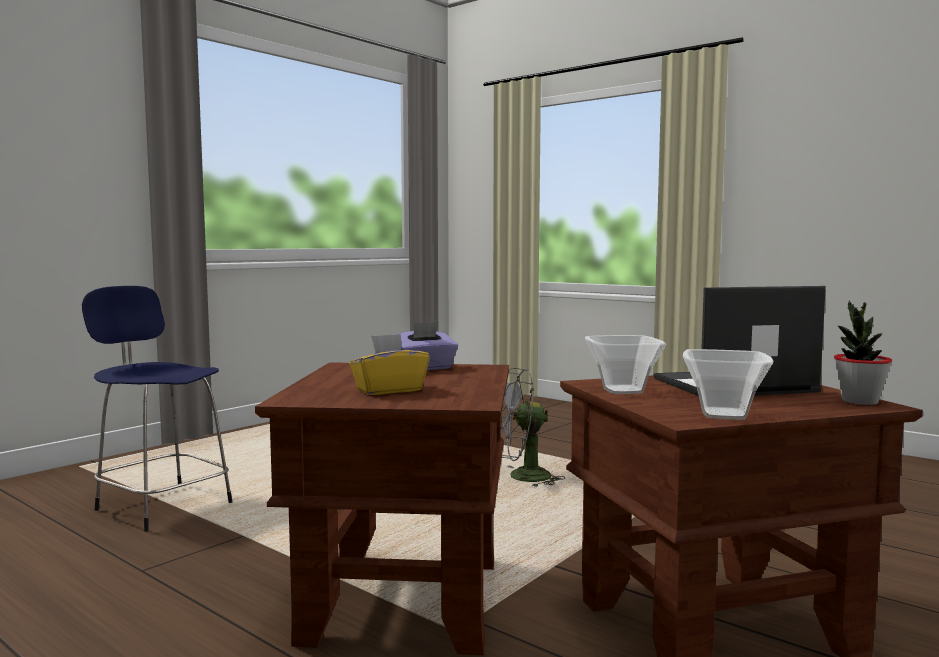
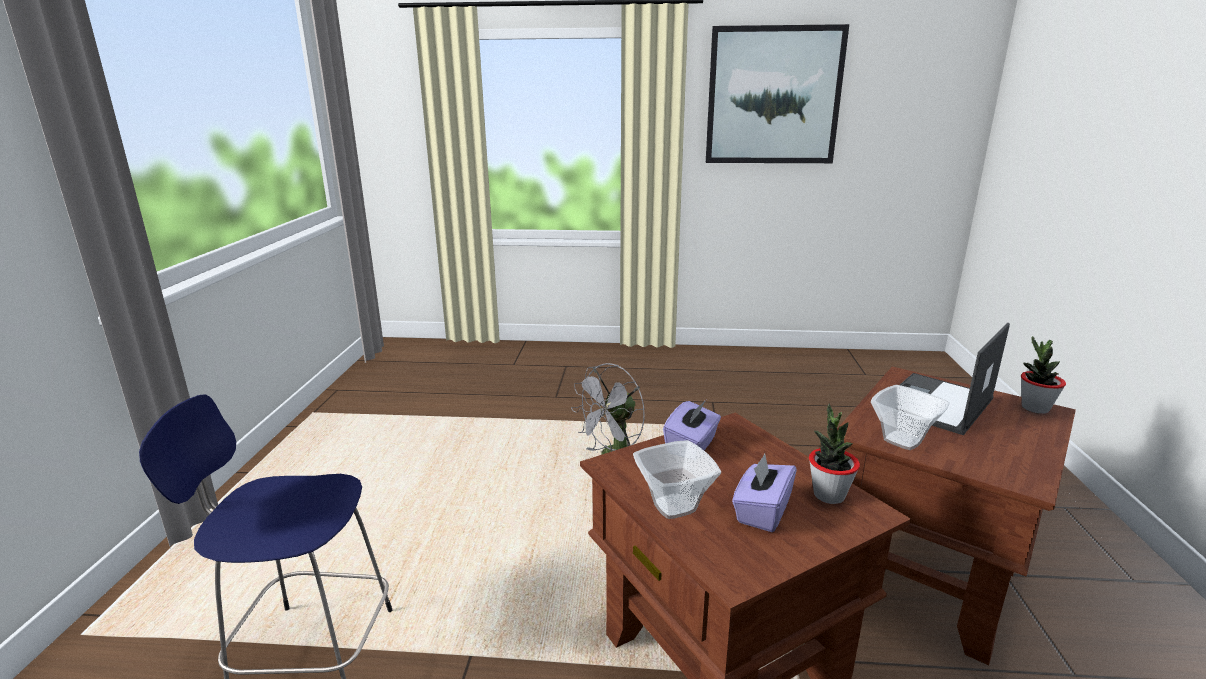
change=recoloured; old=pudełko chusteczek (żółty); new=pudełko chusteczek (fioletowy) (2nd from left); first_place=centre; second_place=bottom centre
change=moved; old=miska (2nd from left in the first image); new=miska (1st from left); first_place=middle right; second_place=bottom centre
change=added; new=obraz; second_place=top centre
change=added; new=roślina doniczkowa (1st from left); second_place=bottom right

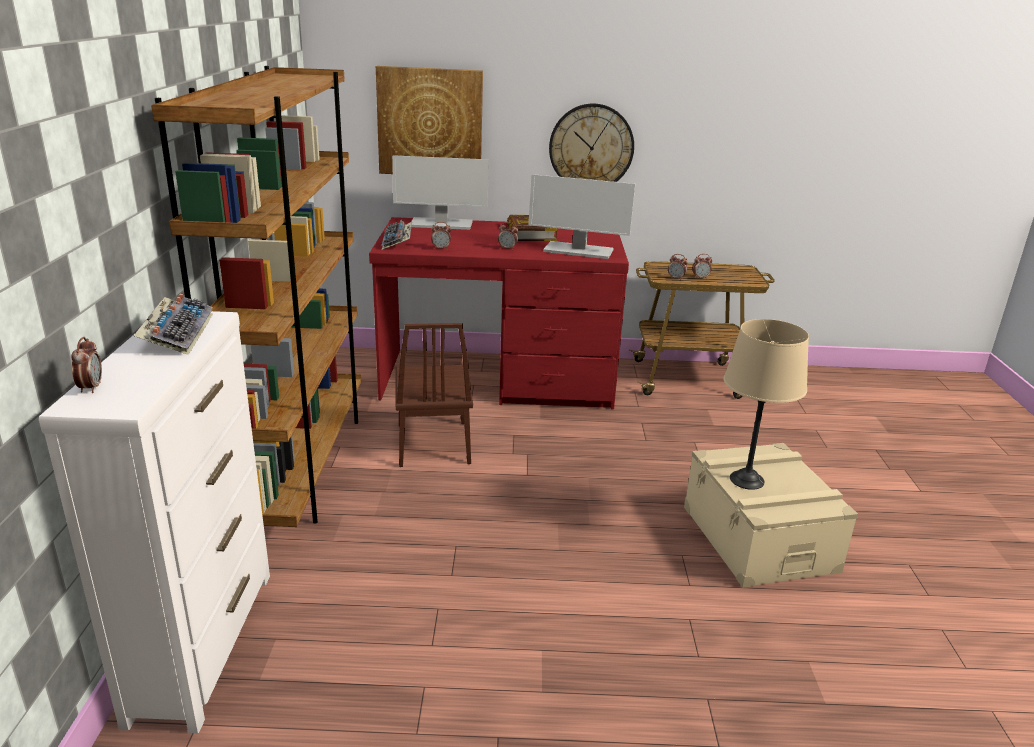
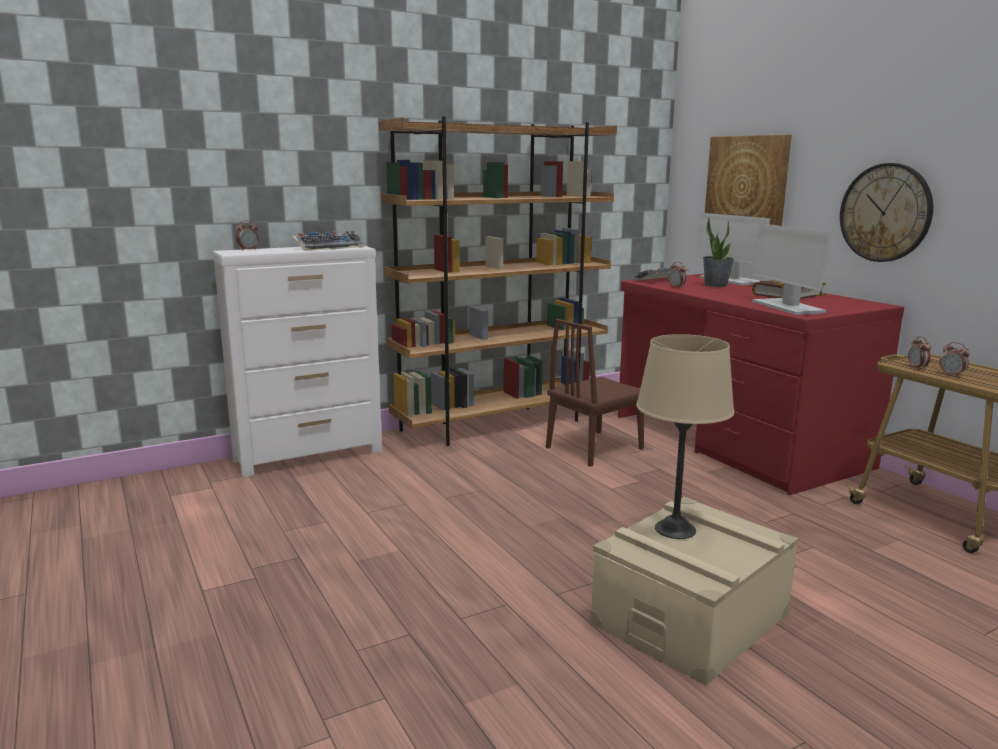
change=removed; old=budzik (3rd from left); first_place=top centre
change=added; new=roślina doniczkowa; second_place=middle right

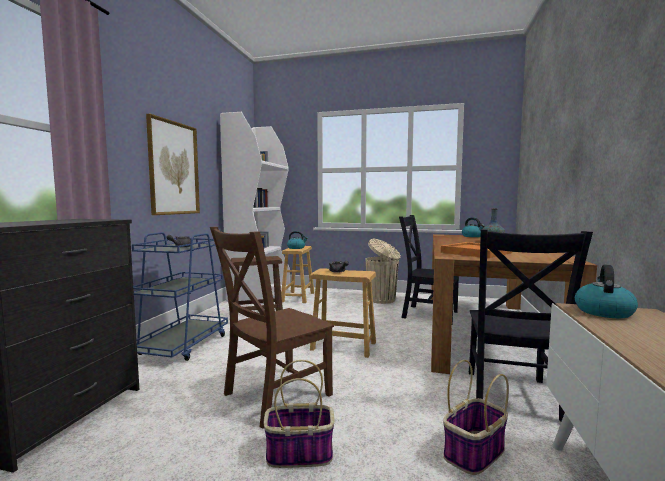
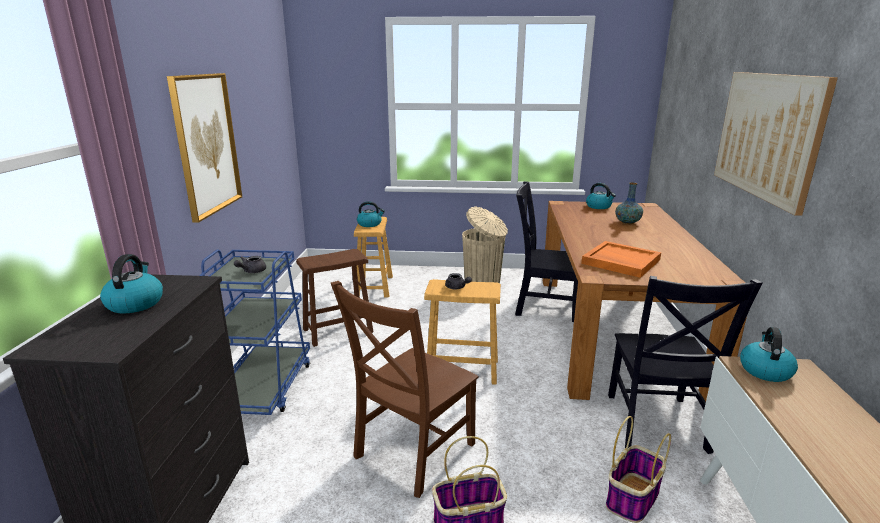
change=removed; old=regał (biały); first_place=centre
change=added; new=obraz (2nd from left); second_place=top right
change=added; new=czajnik (1st from left); second_place=middle left

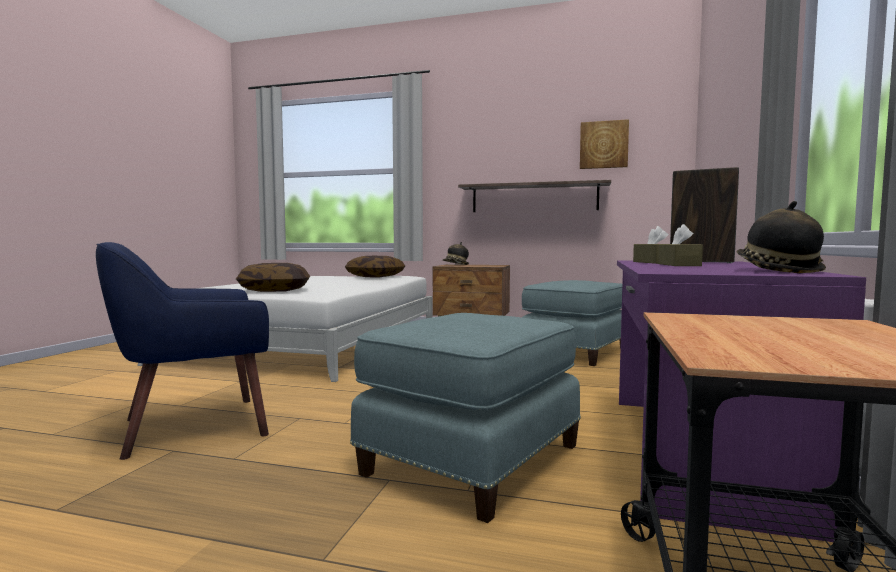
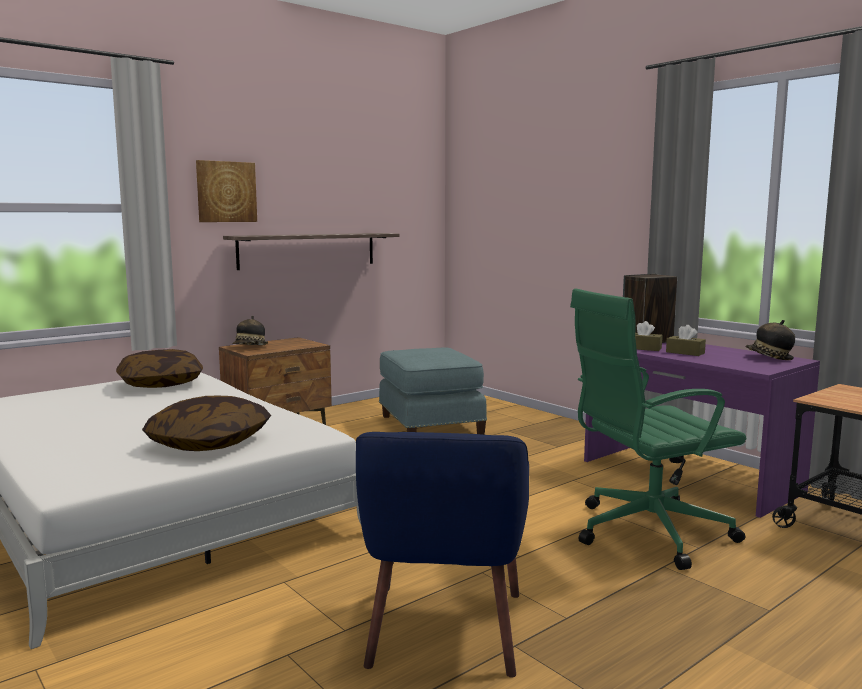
change=moved; old=obraz; first_place=top right; second_place=top left
change=replaced; old=pufa (niebieski) (1st from left); new=krzesło biurowe (zielony); first_place=bottom centre; second_place=middle right

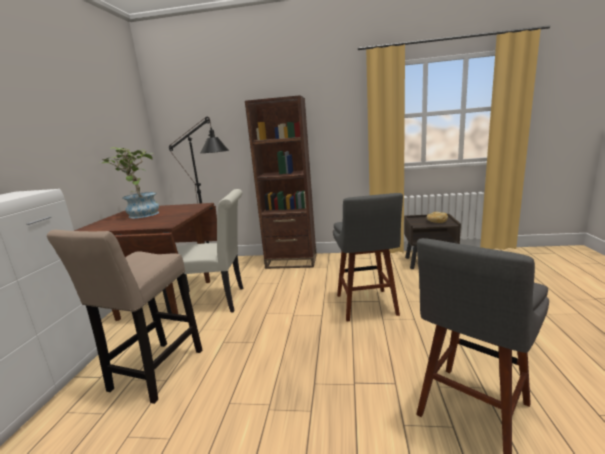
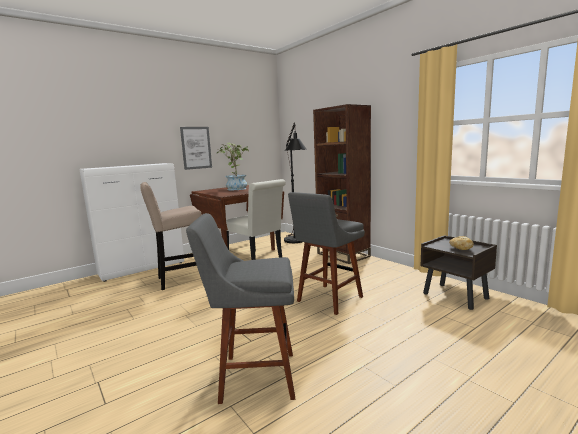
change=added; new=obraz; second_place=centre

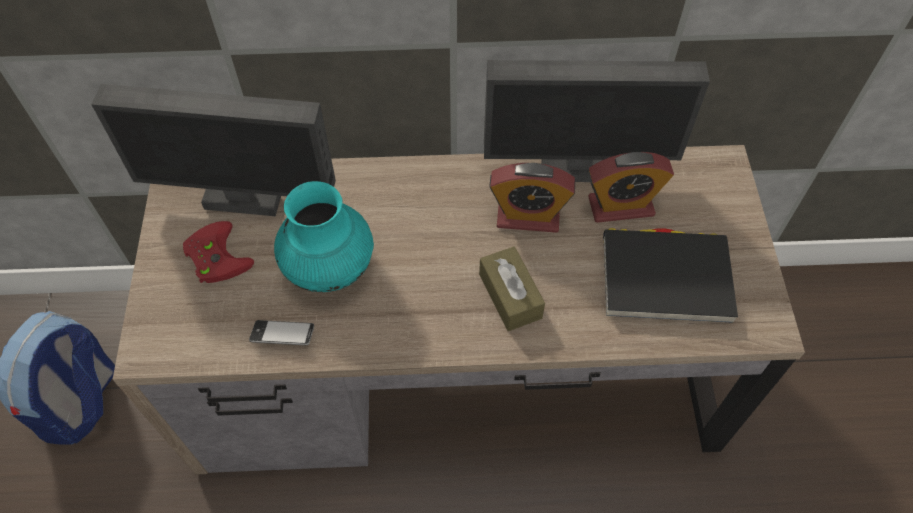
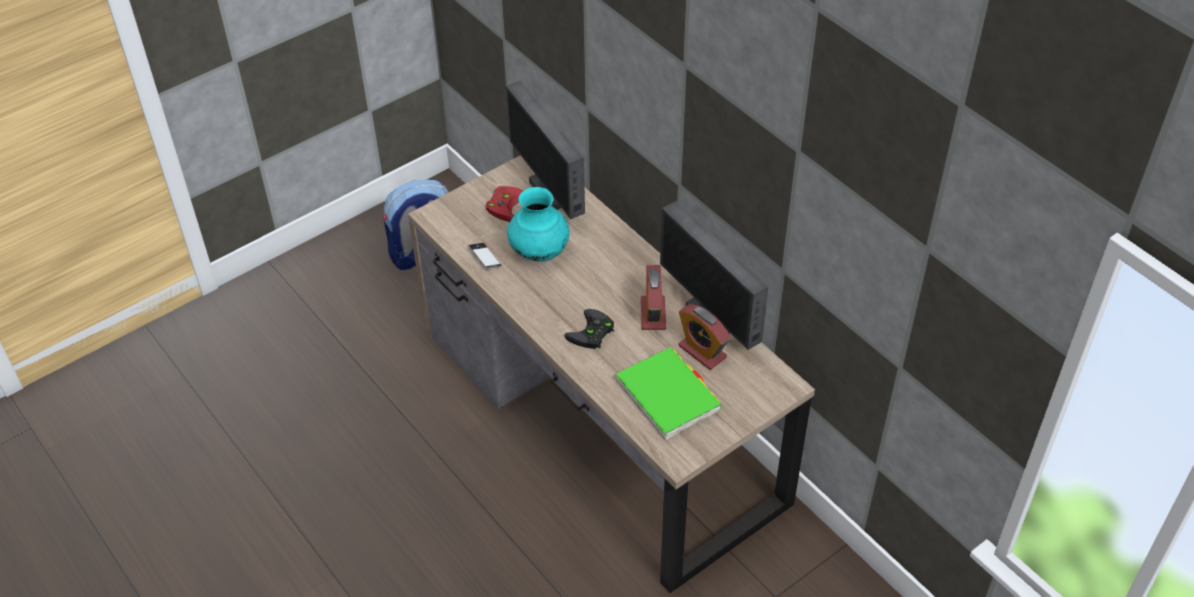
change=turned; old=budzik (1st from left); first_place=centre; second_place=centre; degrees=-150
change=recoloured; old=książka (czarny); new=książka (zielony); first_place=middle right; second_place=centre
change=replaced; old=pudełko chusteczek (brązowy); new=pad do gier (czarny); first_place=centre; second_place=centre

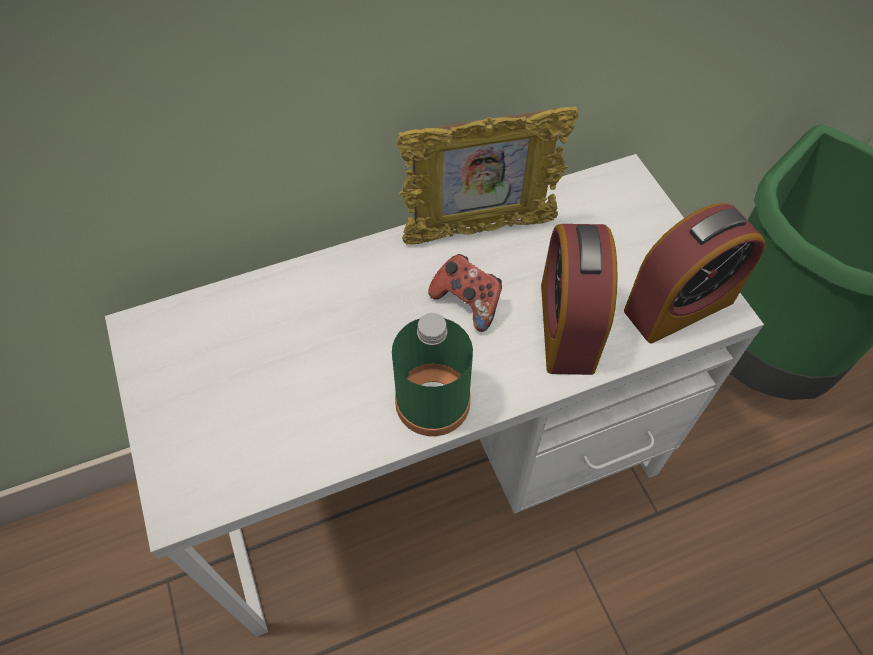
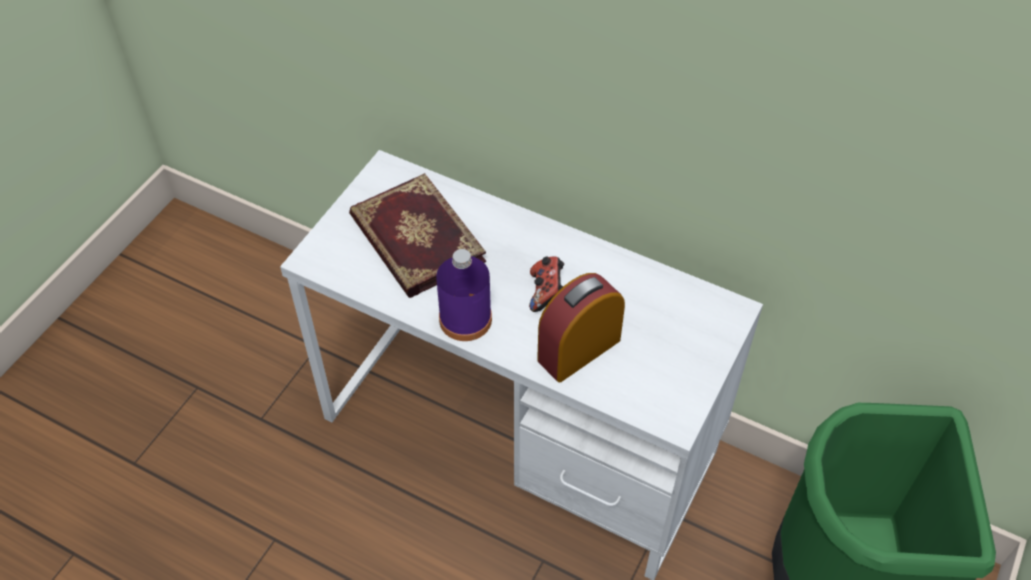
change=removed; old=ramka na zdjęcie; first_place=top centre
change=removed; old=budzik (2nd from left); first_place=middle right
change=recoloured; old=butelka (zielony); new=butelka (fioletowy); first_place=centre; second_place=centre
change=added; new=książka; second_place=centre

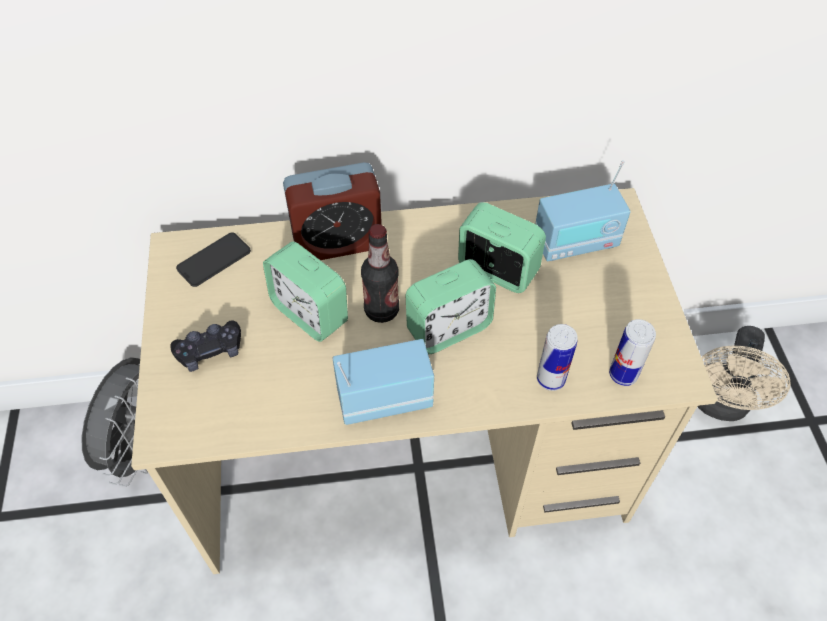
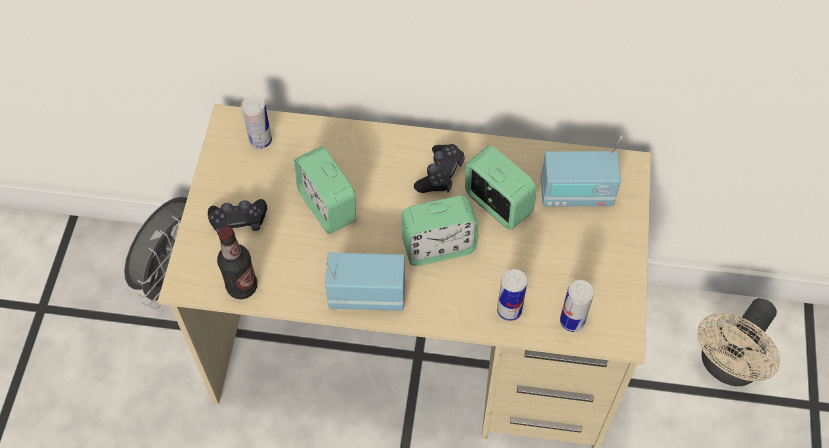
change=removed; old=budzik (2nd from left); first_place=centre
change=moved; old=butelka; first_place=centre; second_place=middle left
change=replaced; old=telefon; new=puszka (1st from left); first_place=middle left; second_place=top left
change=added; new=pad do gier (czarny) (2nd from left); second_place=centre

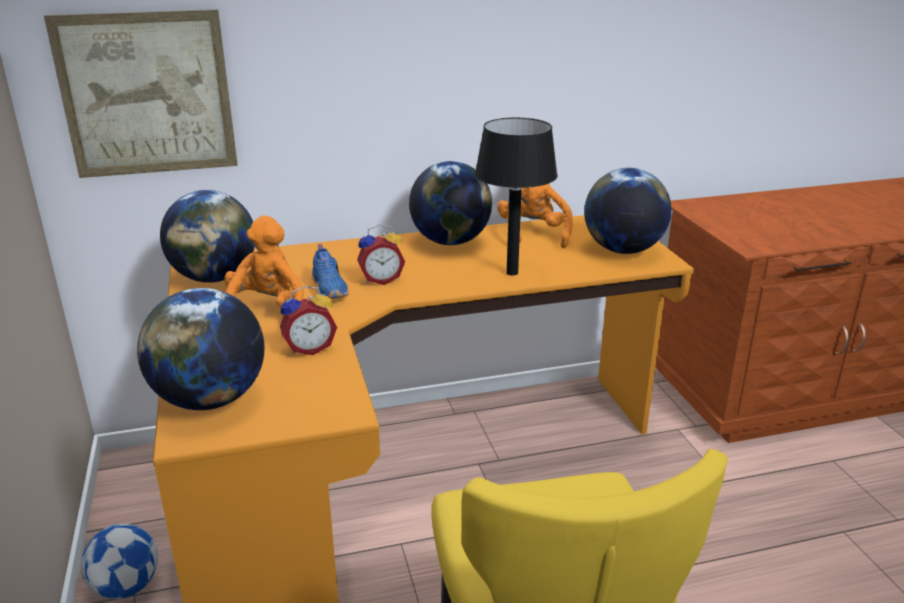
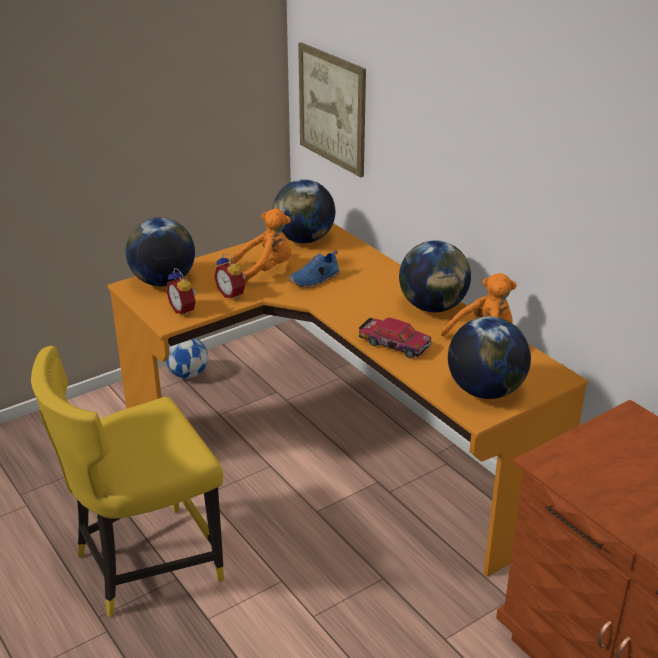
change=replaced; old=lampa stołowa (czarny); new=samochodzik; first_place=top centre; second_place=centre
change=moved; old=budzik (2nd from left in the first image); new=budzik (1st from left); first_place=centre; second_place=middle left

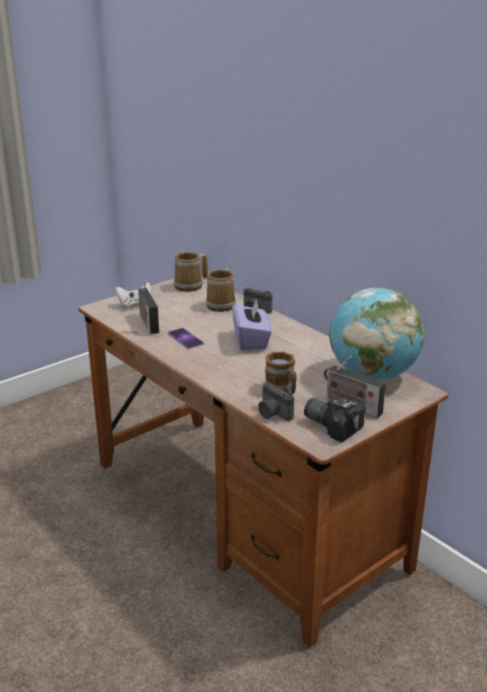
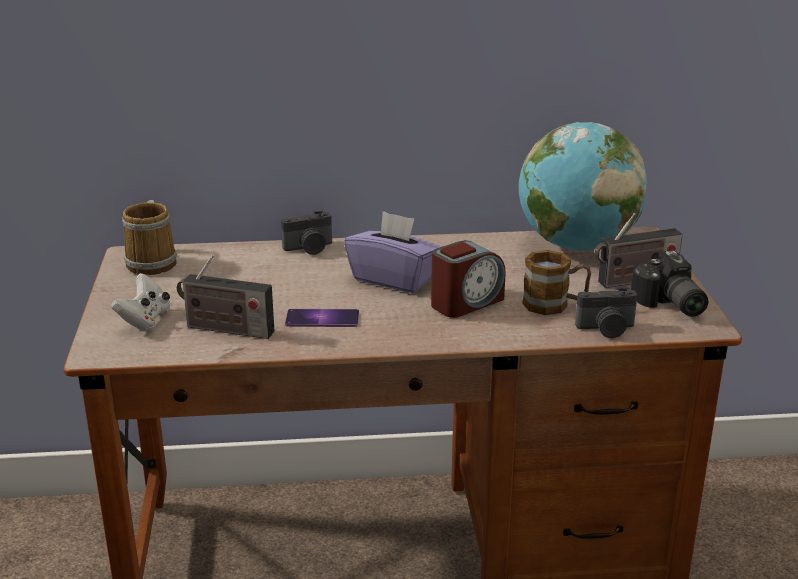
change=removed; old=kubek (2nd from left); first_place=centre
change=turned; old=aparat fotograficzny (3rd from left); first_place=middle right; second_place=middle right; degrees=-90
change=added; new=budzik; second_place=centre

